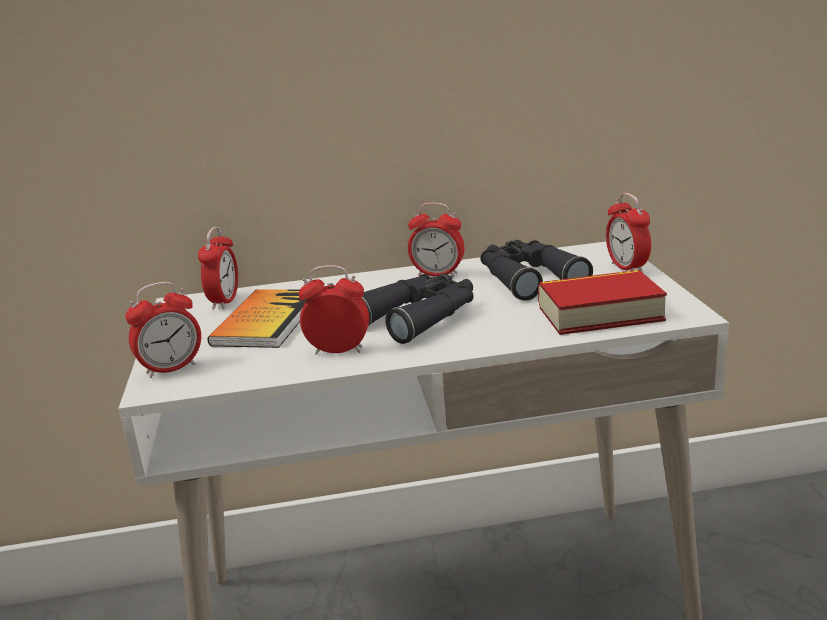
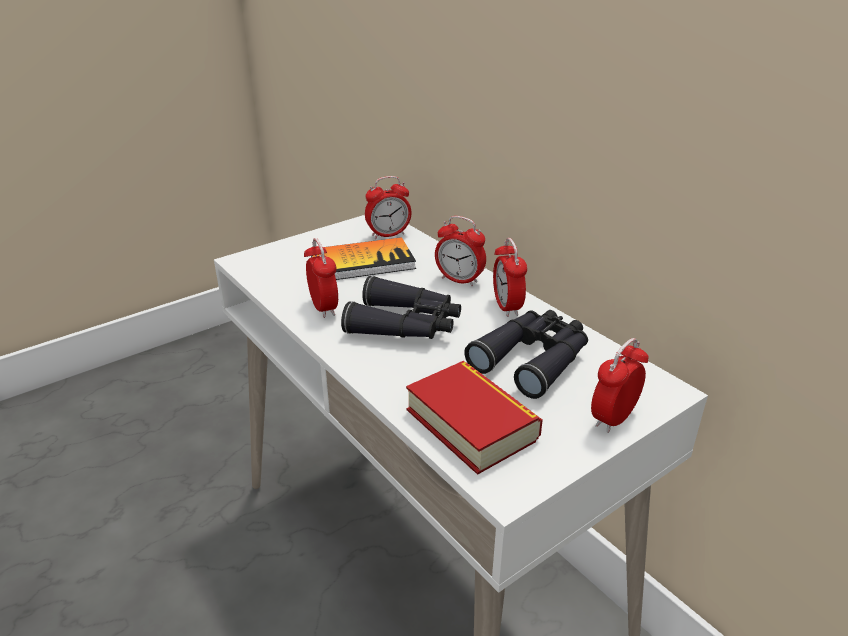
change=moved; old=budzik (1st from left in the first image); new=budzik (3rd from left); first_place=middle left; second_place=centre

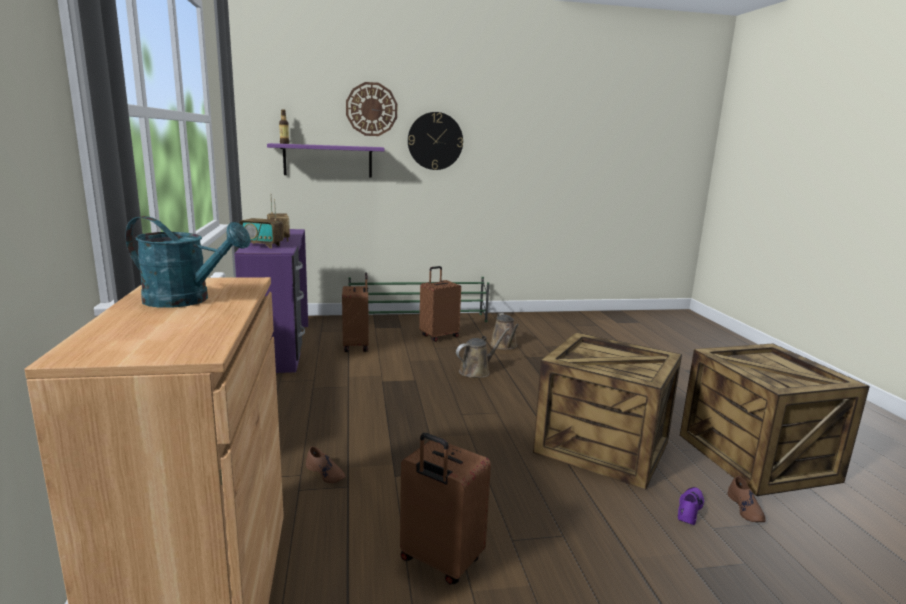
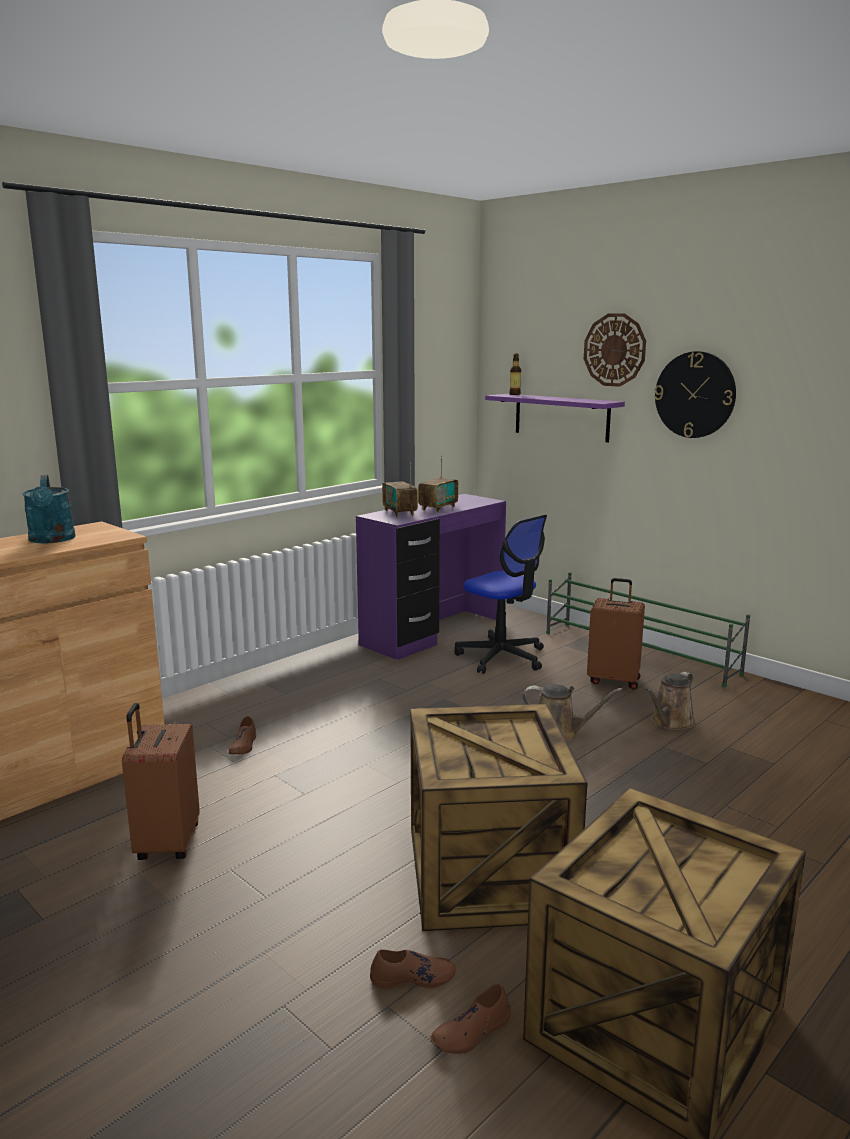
change=replaced; old=walizka (brązowy) (1st from left); new=krzesło biurowe; first_place=centre; second_place=centre
change=recoloured; old=but (fioletowy); new=but (brązowy) (2nd from left); first_place=bottom right; second_place=bottom centre

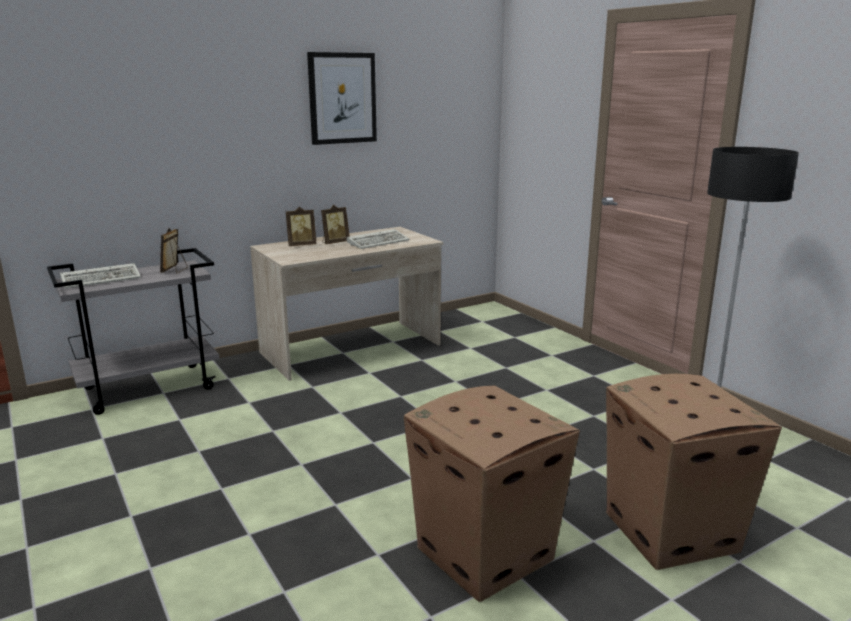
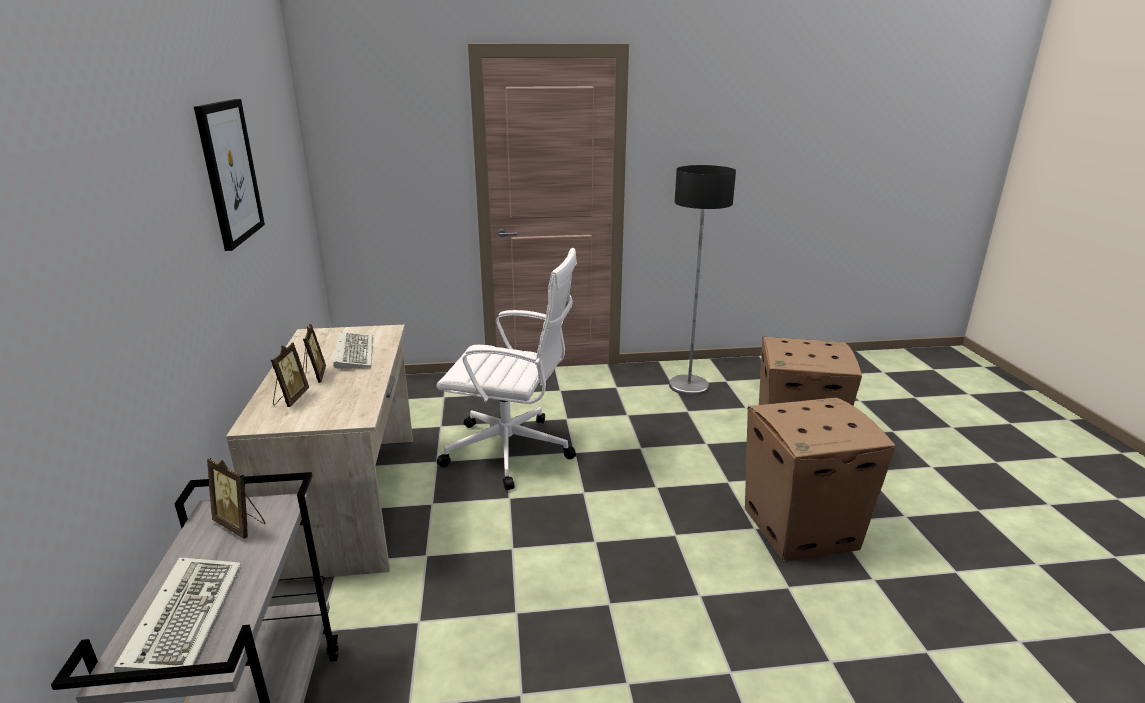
change=added; new=krzesło biurowe (biały); second_place=centre

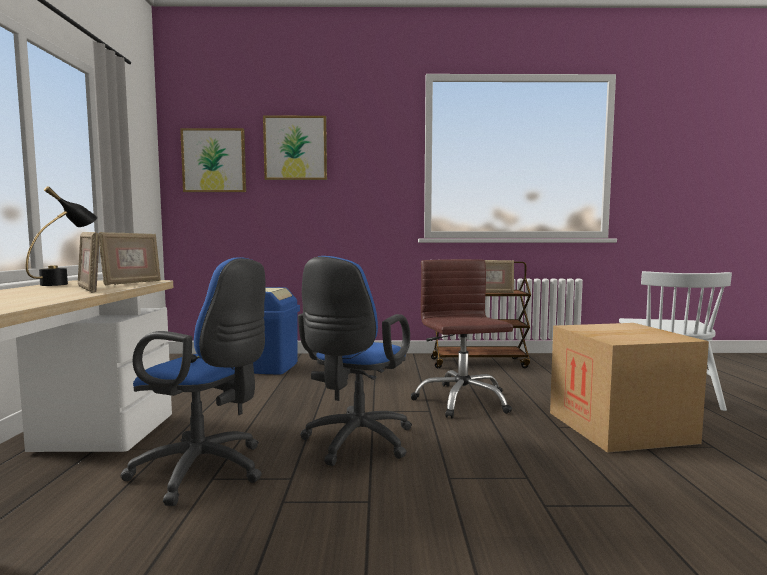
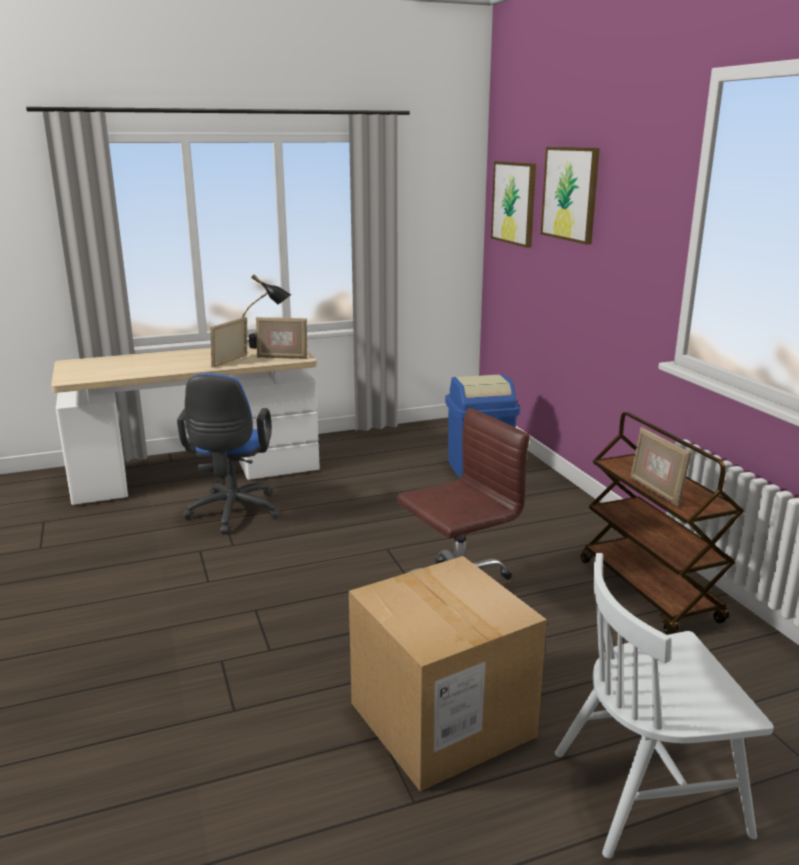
change=removed; old=krzesło biurowe (niebieski) (2nd from left); first_place=centre

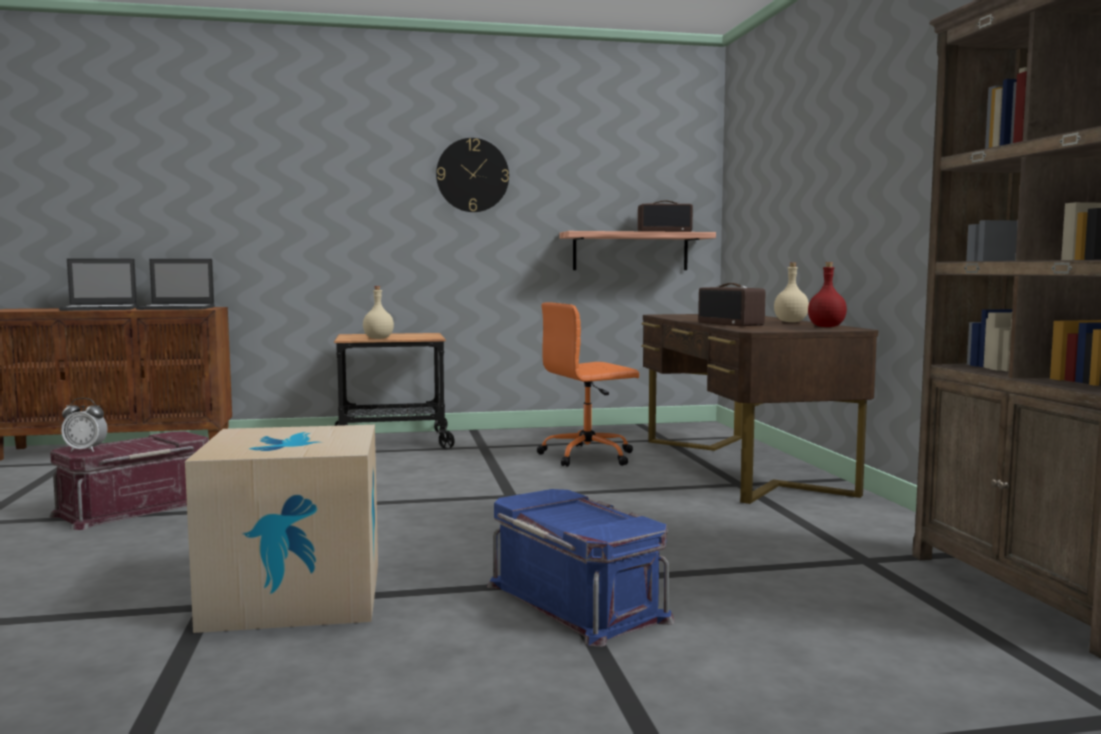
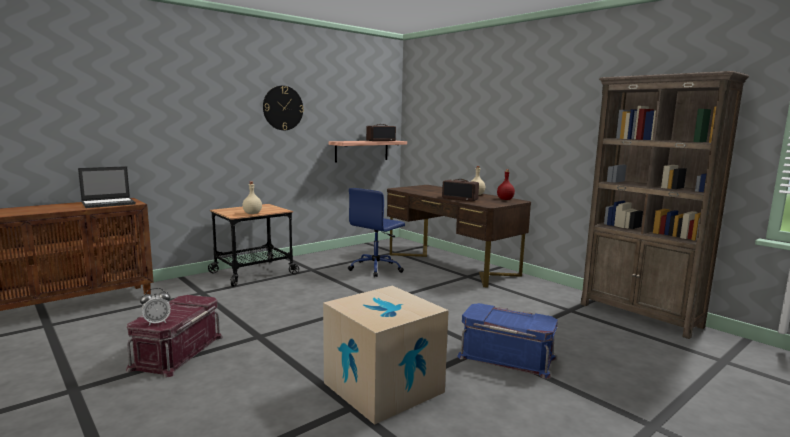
change=removed; old=laptop (1st from left); first_place=middle left
change=recoloured; old=krzesło biurowe (pomarańczowy); new=krzesło biurowe (niebieski); first_place=centre; second_place=centre

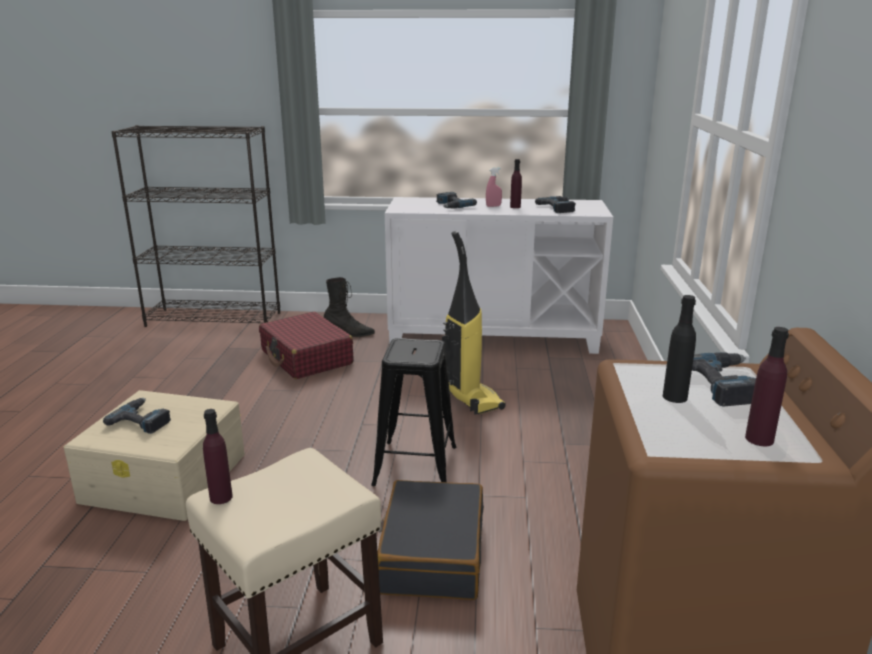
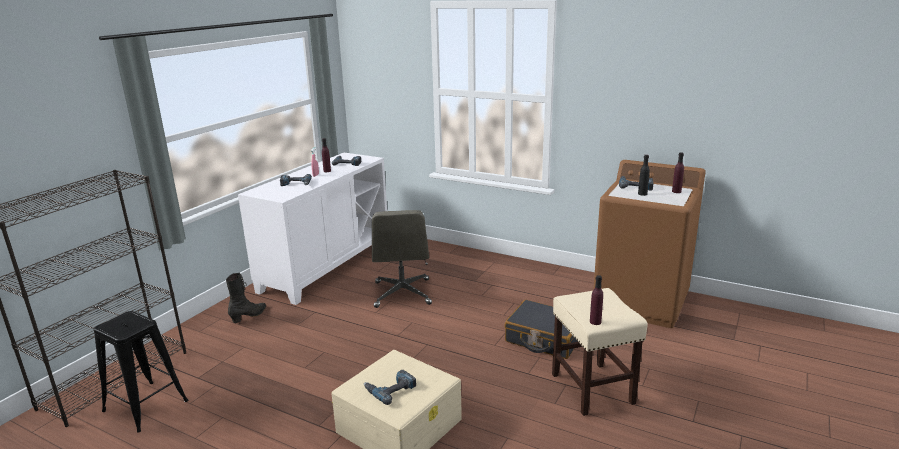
change=replaced; old=odkurzacz; new=krzesło biurowe (szary); first_place=centre; second_place=centre
change=removed; old=walizka (czerwony); first_place=centre
change=moved; old=stołek (czarny); first_place=centre; second_place=bottom left

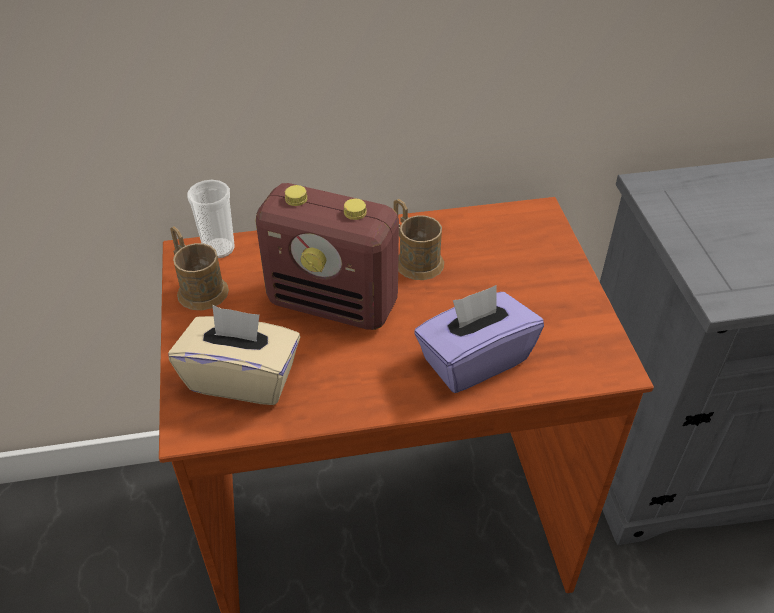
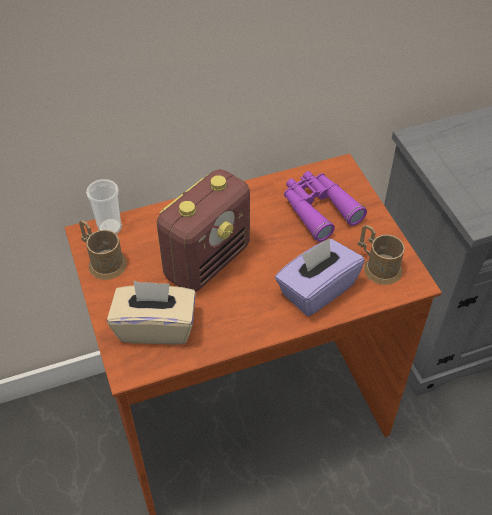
change=turned; old=radio; first_place=centre; second_place=centre; degrees=-60
change=moved; old=kubek (brązowy) (2nd from left); first_place=centre; second_place=middle right
change=added; new=lornetka (fioletowy); second_place=centre

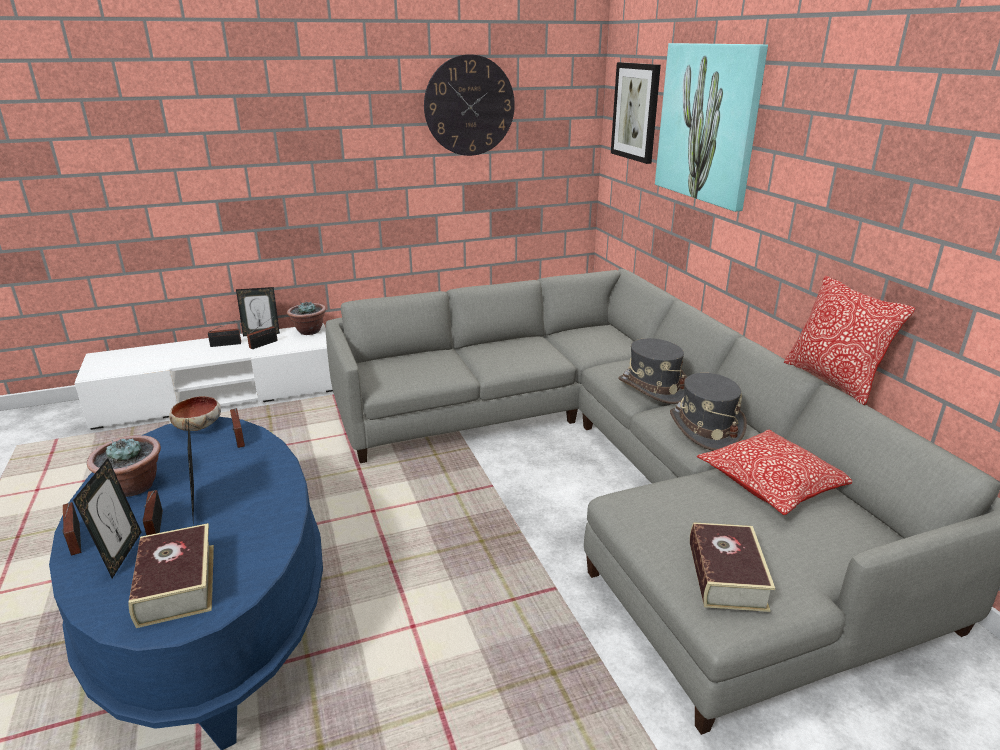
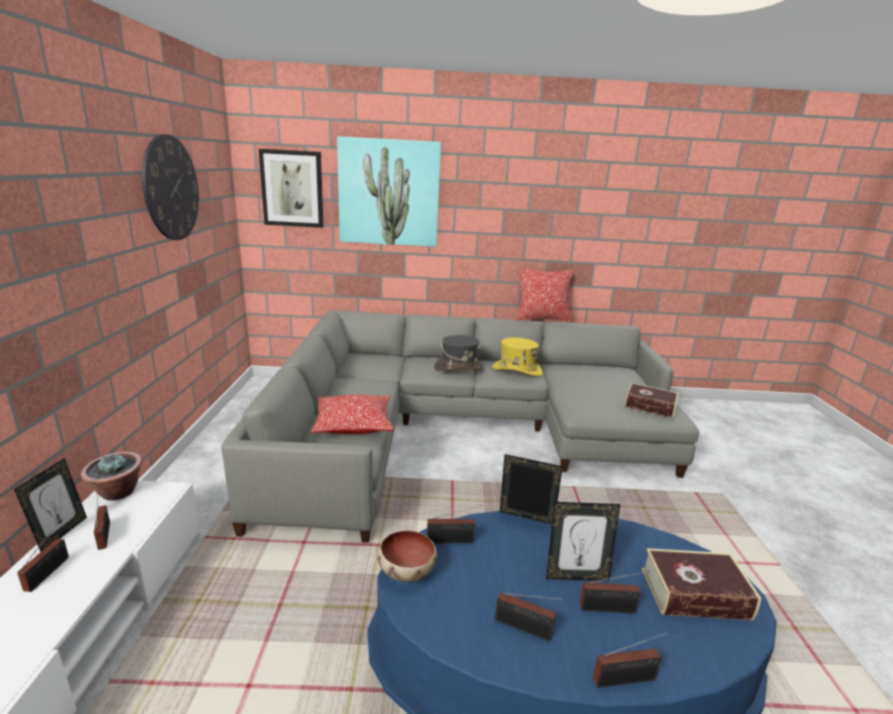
change=recoloured; old=kapelusz (szary) (2nd from left); new=kapelusz (żółty); first_place=middle right; second_place=centre
change=moved; old=poduszka (1st from left); first_place=middle right; second_place=centre
change=replaced; old=roślina doniczkowa (1st from left); new=radio (4th from left); first_place=middle left; second_place=bottom centre
change=moved; old=ramka na zdjęcie (1st from left in the first image); new=ramka na zdjęcie (2nd from left); first_place=bottom left; second_place=bottom centre

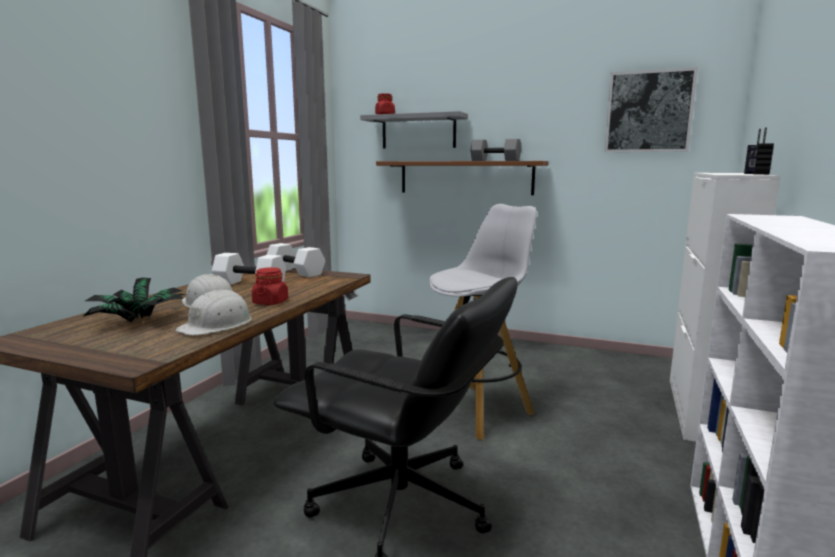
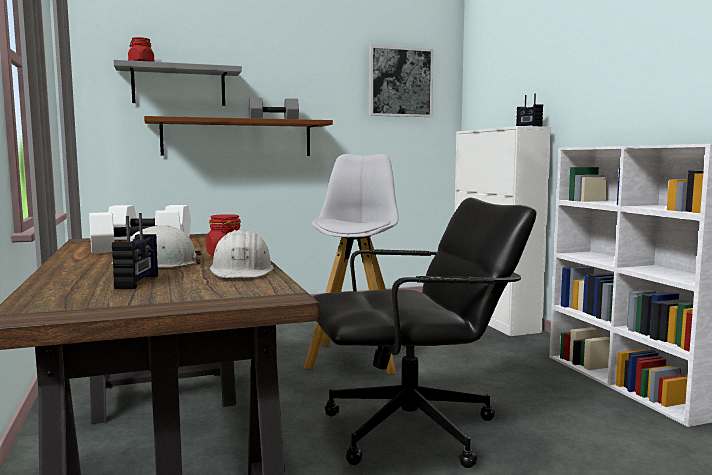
change=replaced; old=roślina doniczkowa; new=radio (1st from left); first_place=middle left; second_place=middle left

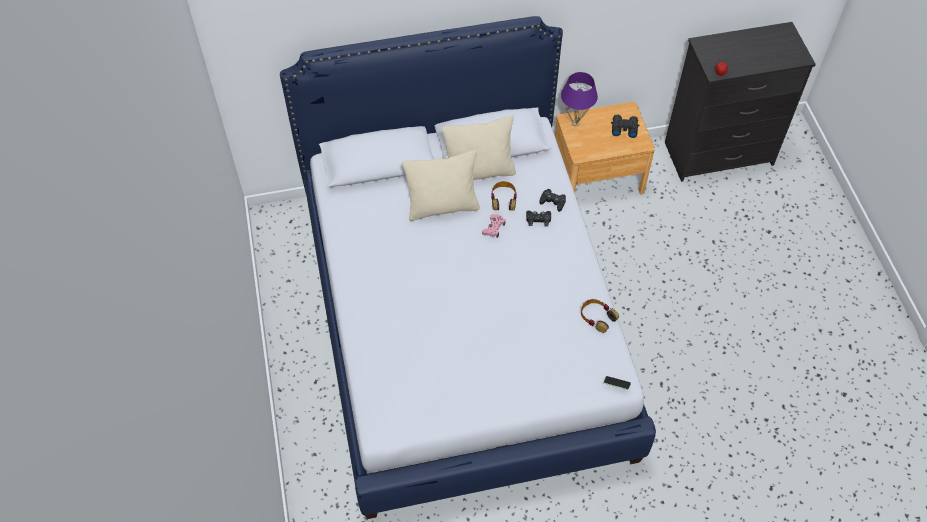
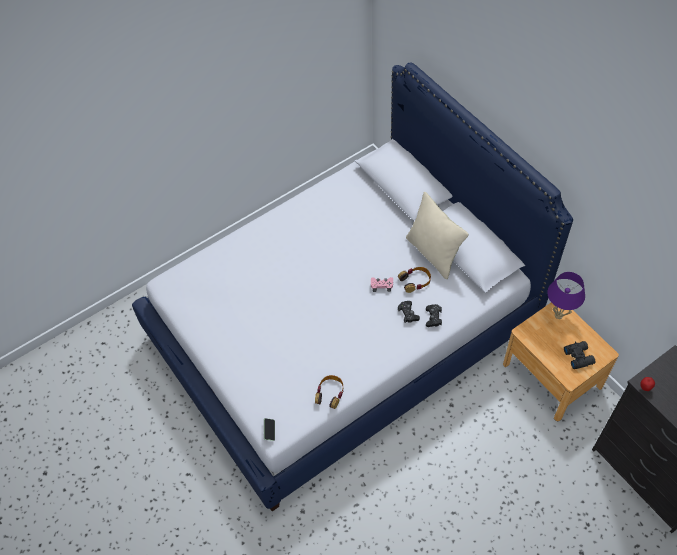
change=removed; old=poduszka (beżowy) (1st from left); first_place=centre

